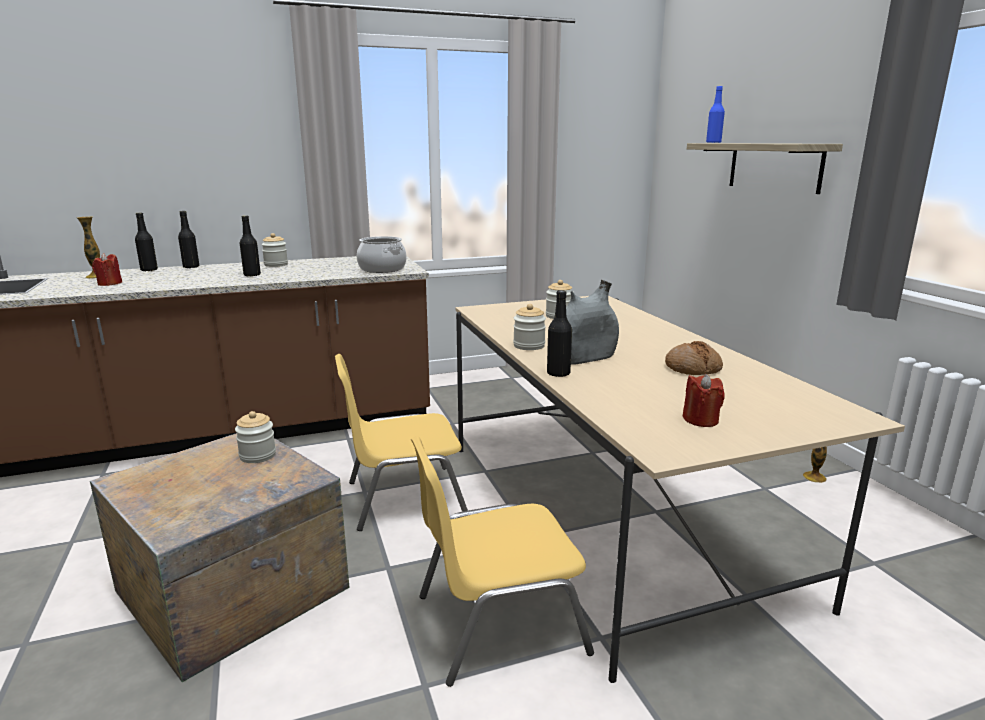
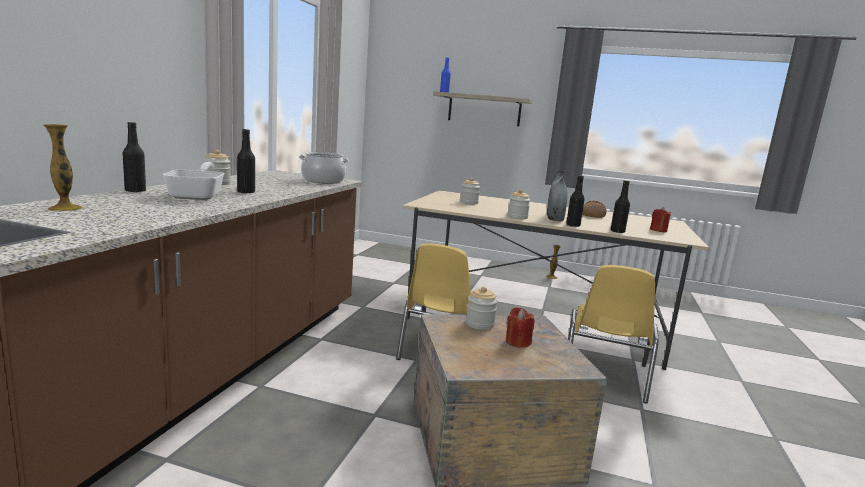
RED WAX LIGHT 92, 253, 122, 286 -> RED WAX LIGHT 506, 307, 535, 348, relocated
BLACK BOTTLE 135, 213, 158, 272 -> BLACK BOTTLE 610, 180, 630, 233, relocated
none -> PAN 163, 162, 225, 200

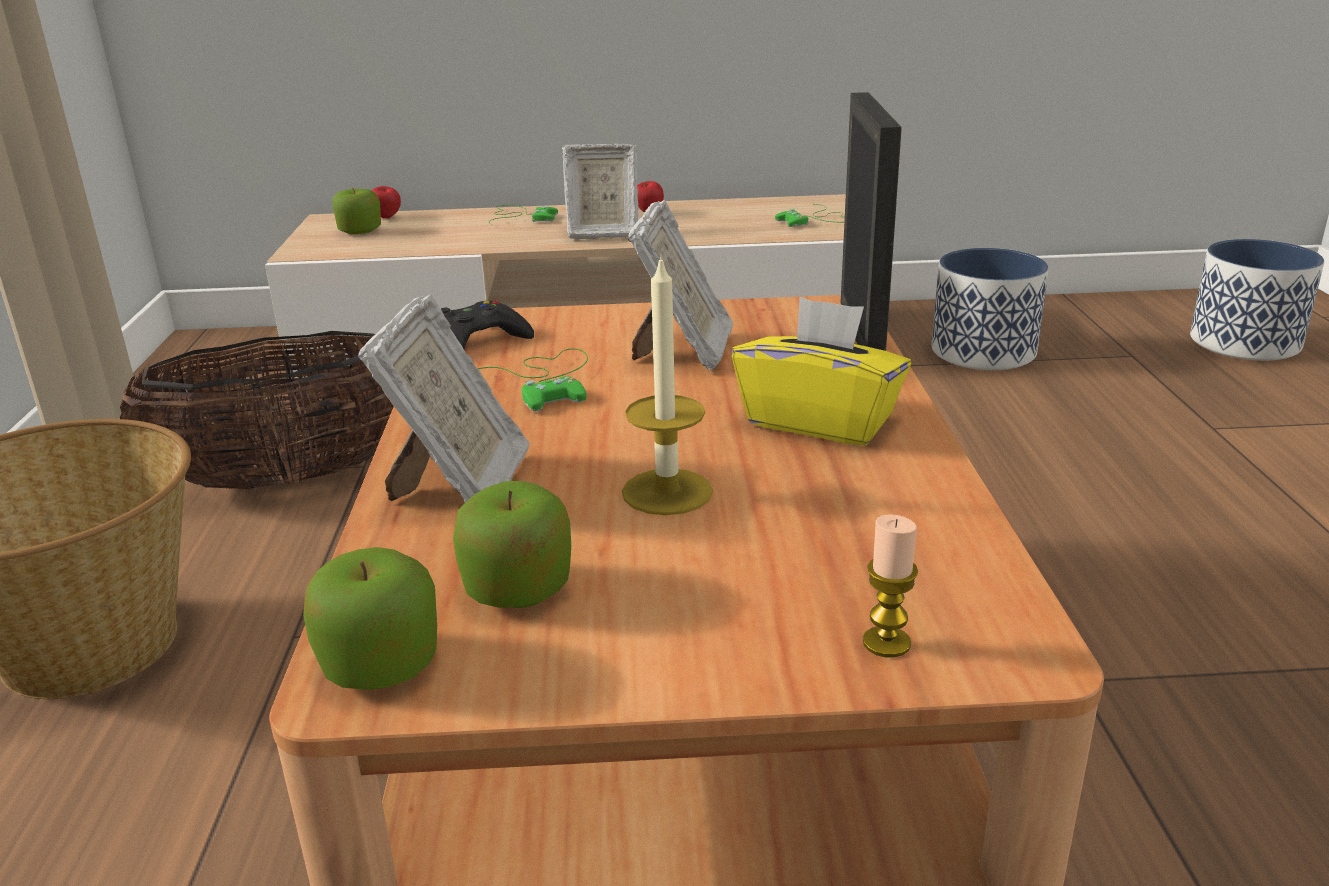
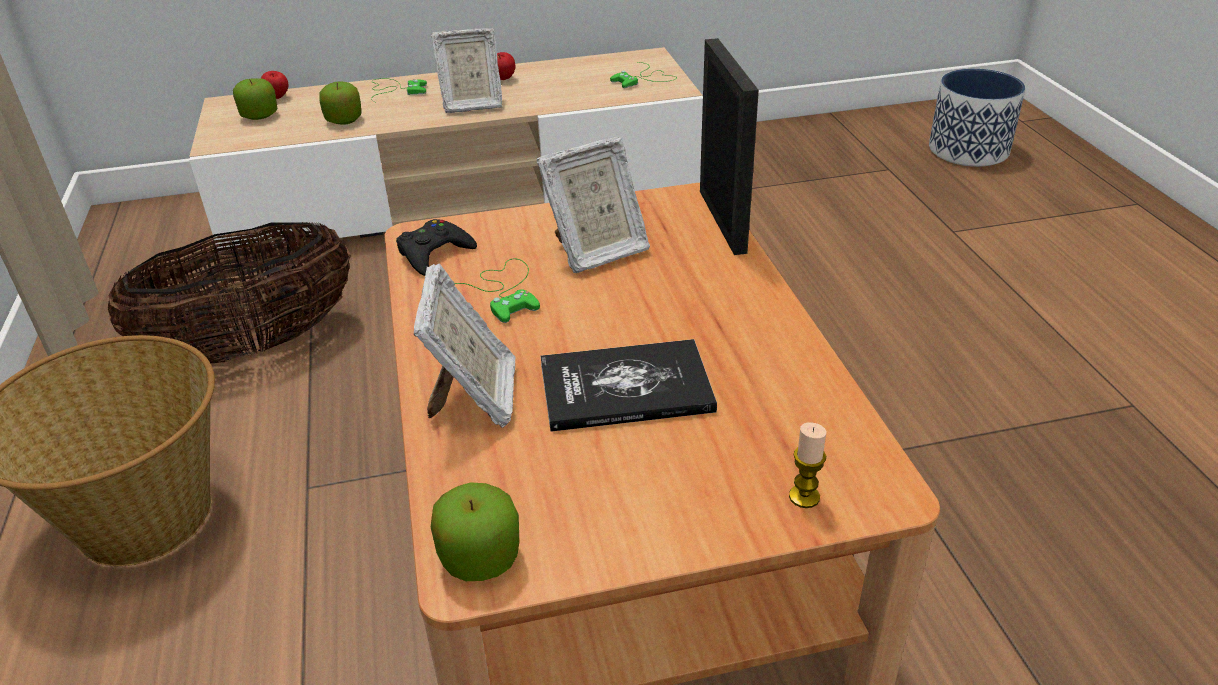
APPLE FRUIT 453, 481, 571, 608 -> APPLE FRUIT 319, 81, 361, 124, relocated
WAX LIGHT 622, 255, 713, 515 -> BOUND BOOK 540, 339, 717, 432
PICTURE FRAME 628, 200, 733, 371 -> PICTURE FRAME 536, 137, 650, 273, 60 degrees clockwise
YELLOW-COLOURED BOX OF TISSUES 732, 297, 911, 446 -> none
PLANTER 931, 248, 1048, 370 -> none

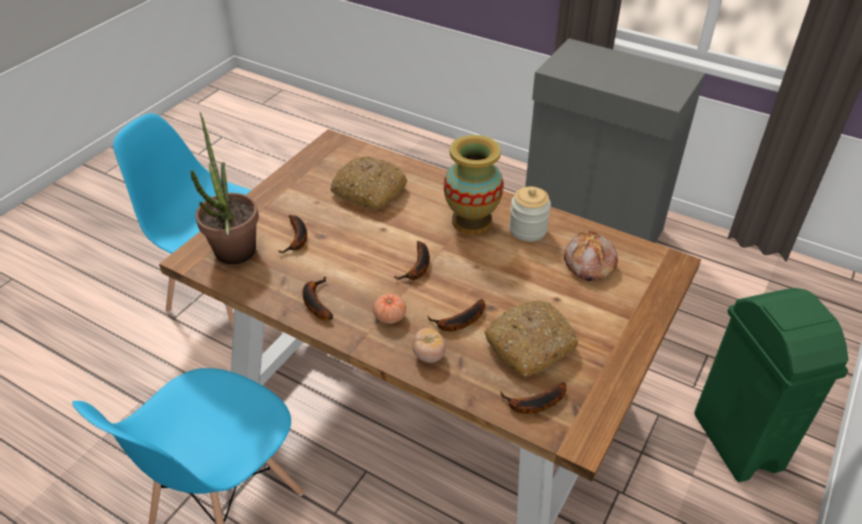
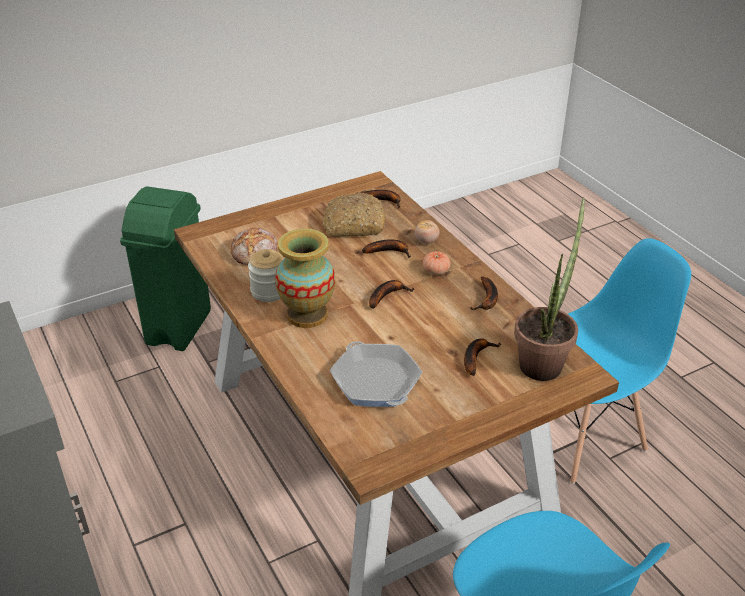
BREAD 330, 156, 407, 210 -> PAN 330, 341, 423, 407

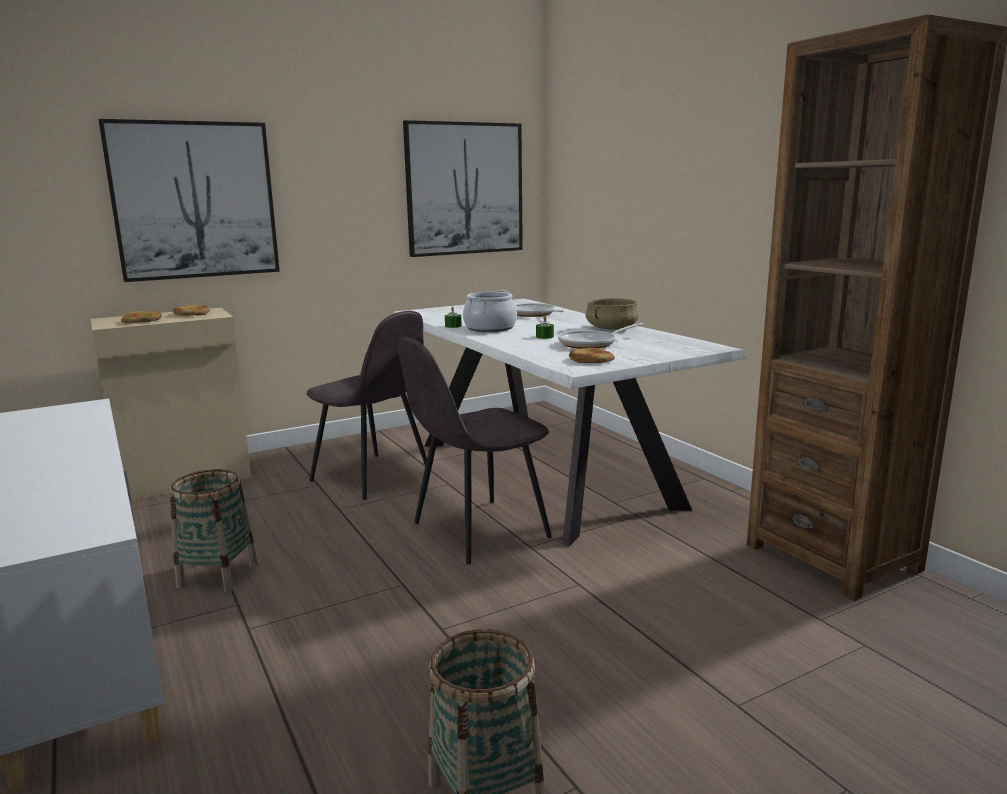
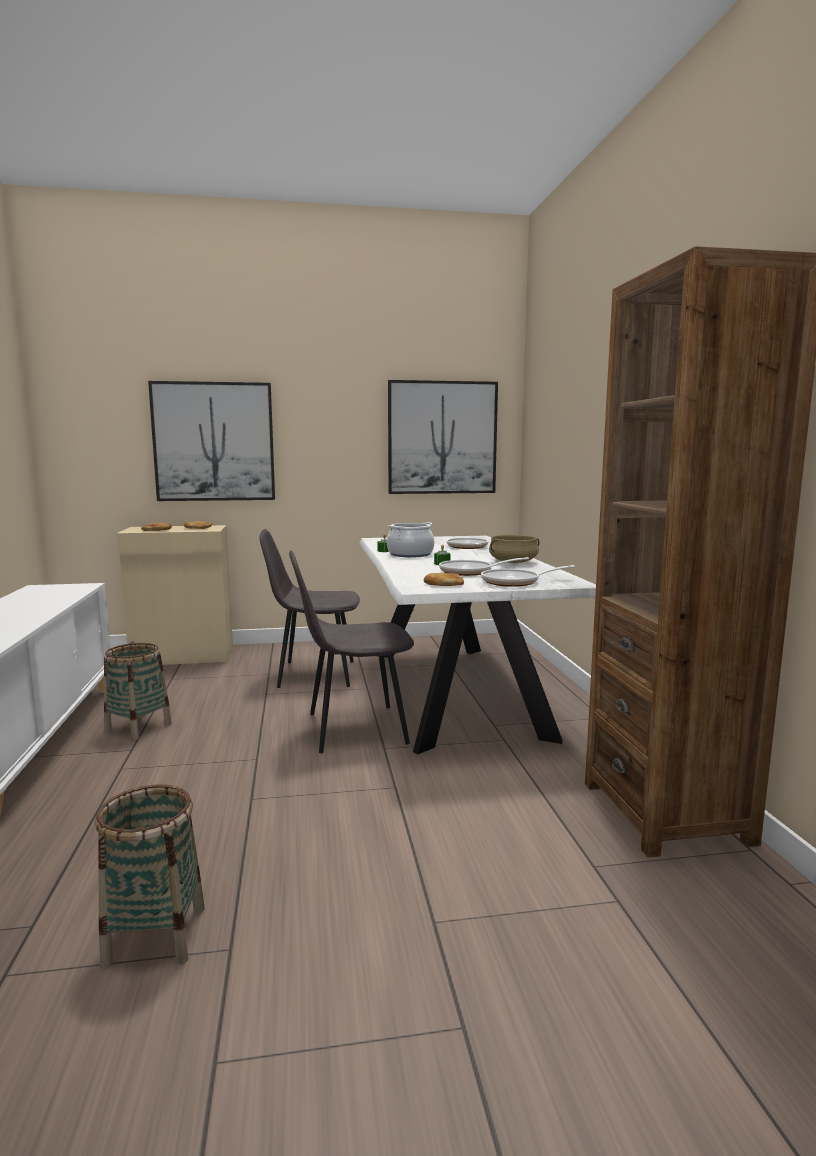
GRAY PLAIN CHAIR 306, 311, 427, 500 -> GRAY PLAIN CHAIR 260, 529, 360, 688, 120 degrees clockwise
none -> PAN 481, 565, 575, 587

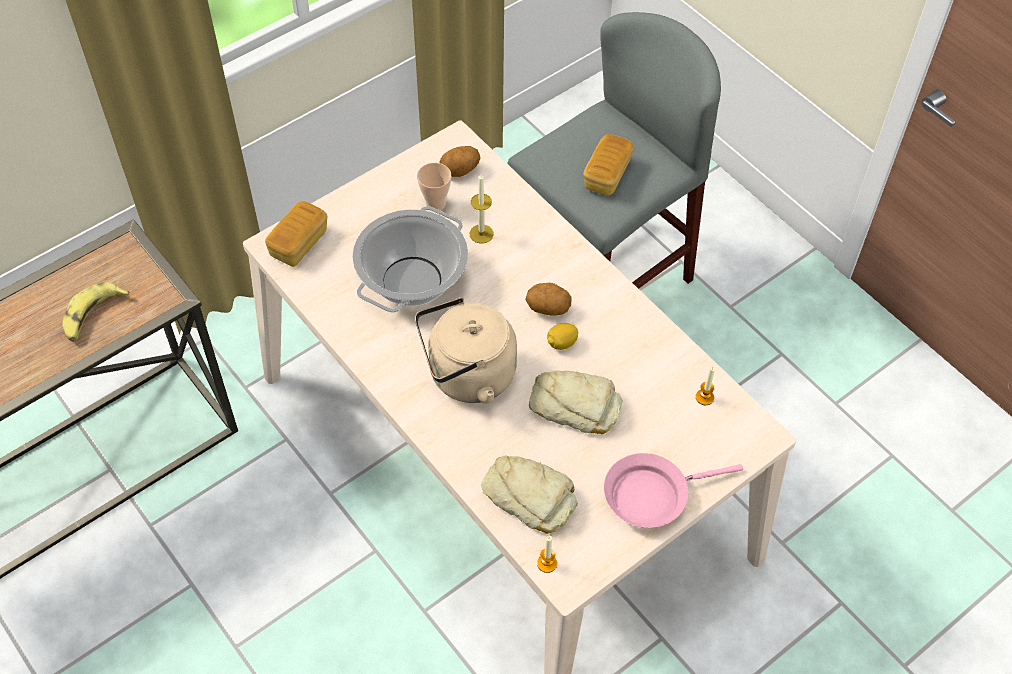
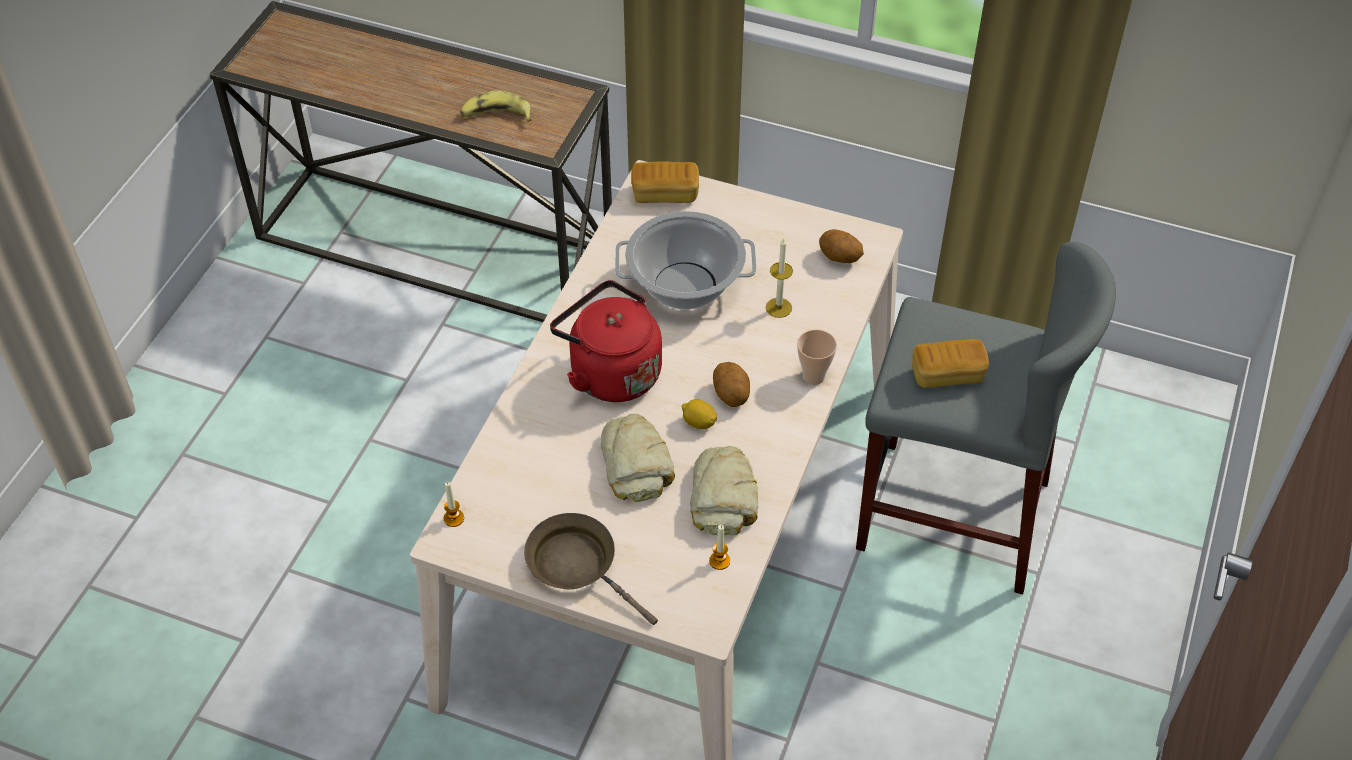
SAND-COLOURED WATER KETTLE 415, 297, 517, 404 -> RED WATER KETTLE 550, 280, 662, 402
SMALL CUP 417, 163, 451, 210 -> SMALL CUP 797, 329, 837, 385, relocated
BREAD 482, 455, 578, 534 -> BREAD 690, 446, 758, 535, relocated
PINK PAN 604, 453, 743, 528 -> BROWN-COLOURED PAN 524, 513, 658, 625

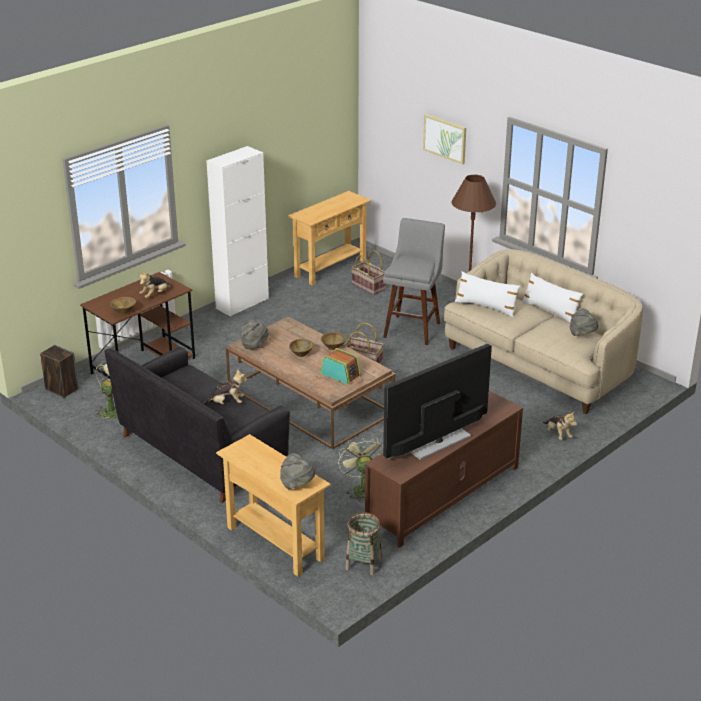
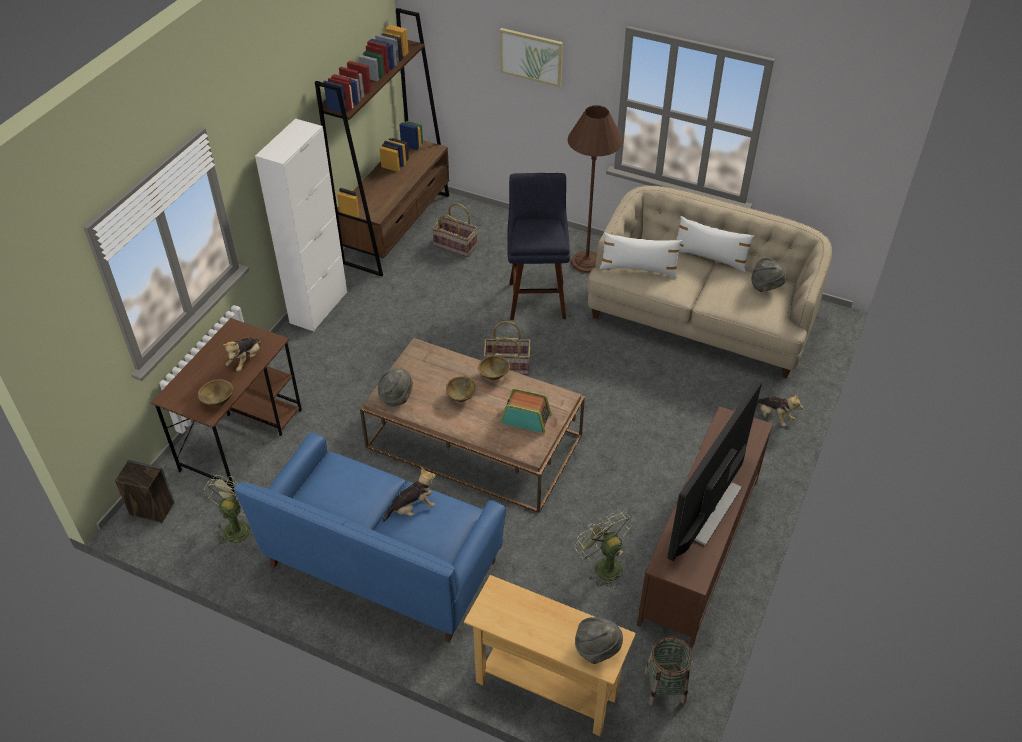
BLACK SETTEE 105, 347, 290, 503 -> BLUISH SETTEE 234, 433, 506, 642
SAND-COLOURED CONSOLE TABLE 288, 191, 371, 286 -> BROWN-COLOURED SHELVING UNIT 315, 8, 449, 276
GRAY STOOL SEAT 383, 218, 445, 345 -> BLUISH STOOL SEAT 507, 173, 570, 320

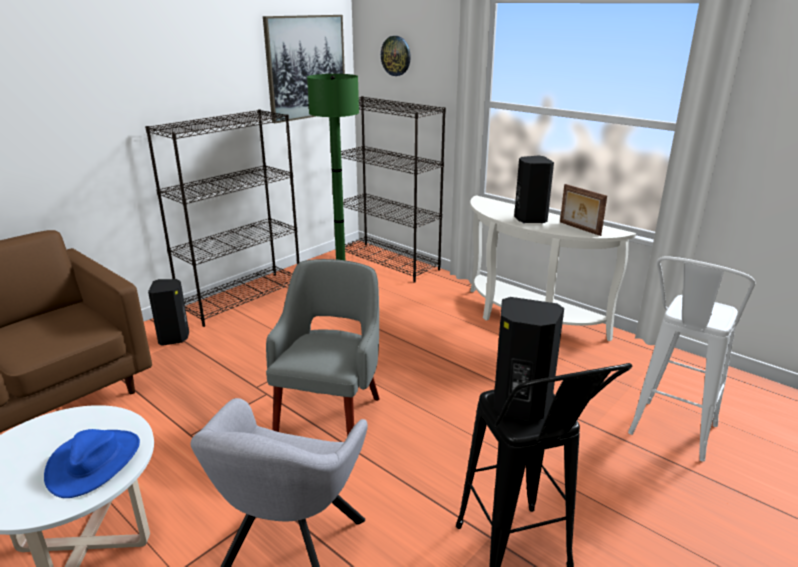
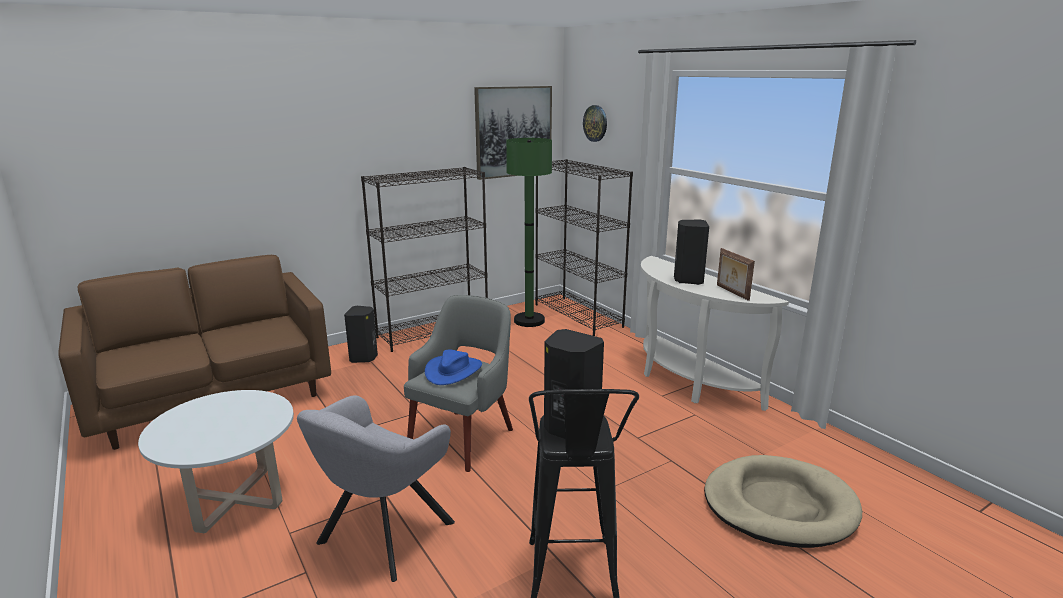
BLUISH WEARABLE HAT 44, 429, 140, 498 -> BLUISH WEARABLE HAT 425, 349, 482, 385, relocated
WHITISH STOOL SEAT 628, 256, 755, 462 -> SAND-COLOURED DOG BED 704, 455, 862, 548

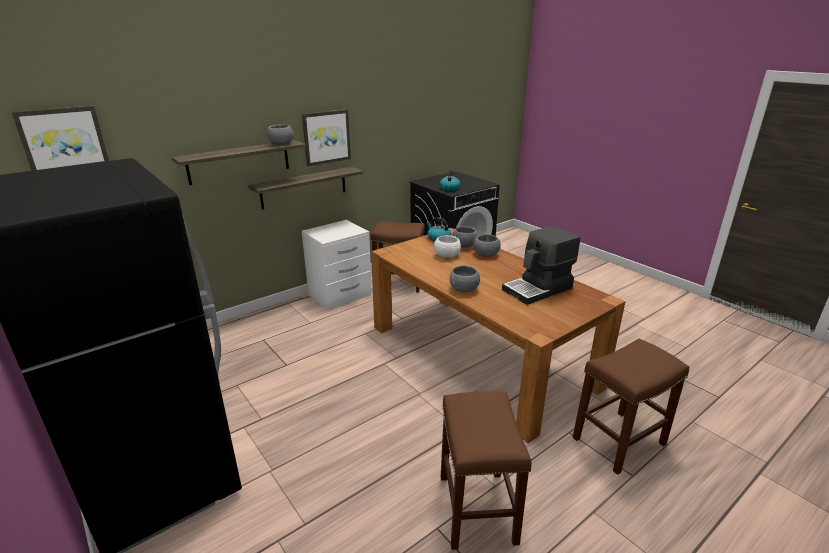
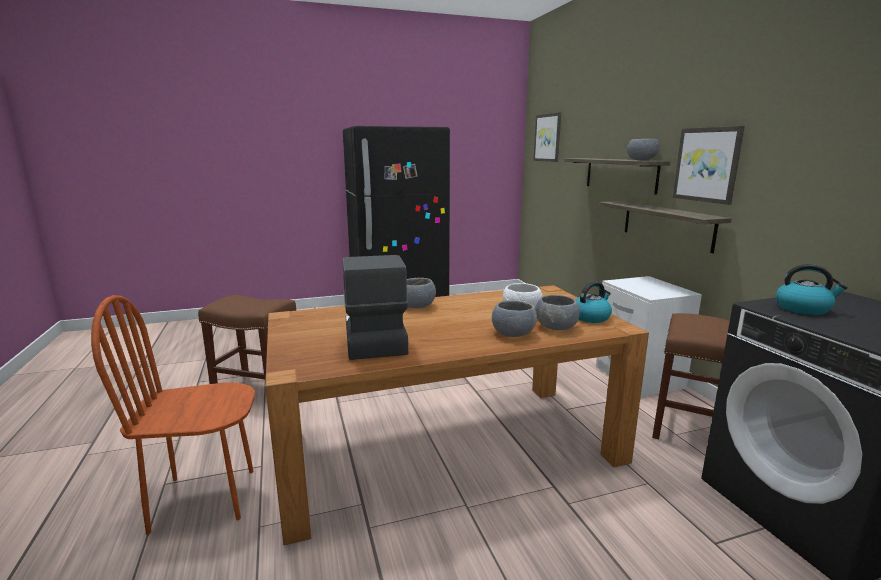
BROWN-COLOURED STOOL SEAT 573, 339, 689, 475 -> BROWN-COLOURED PLAIN CHAIR 91, 295, 255, 535

